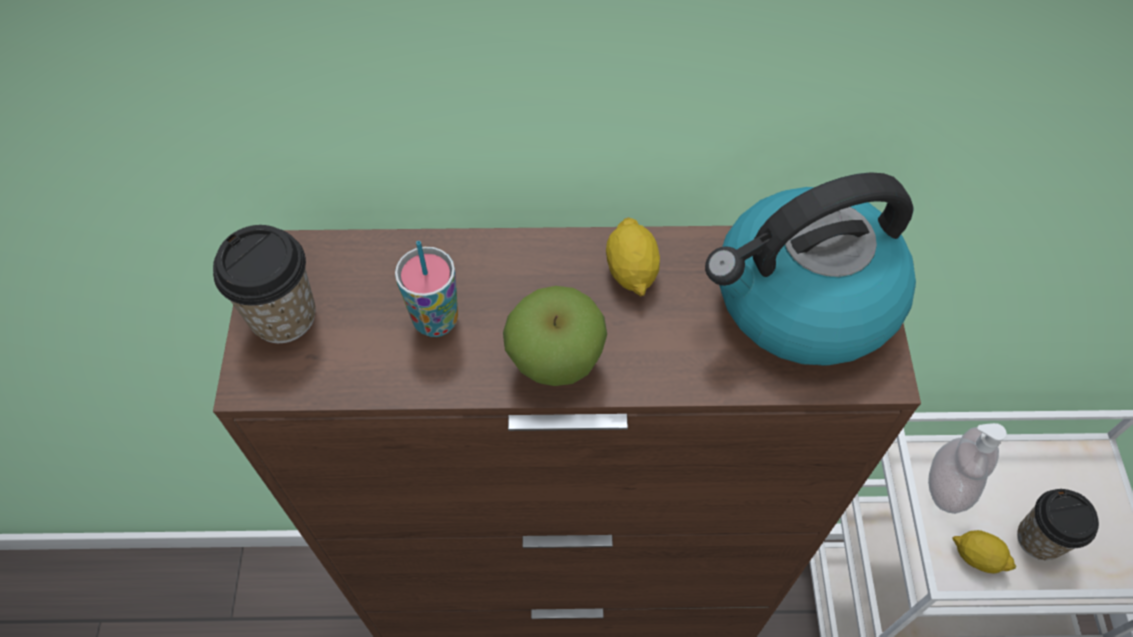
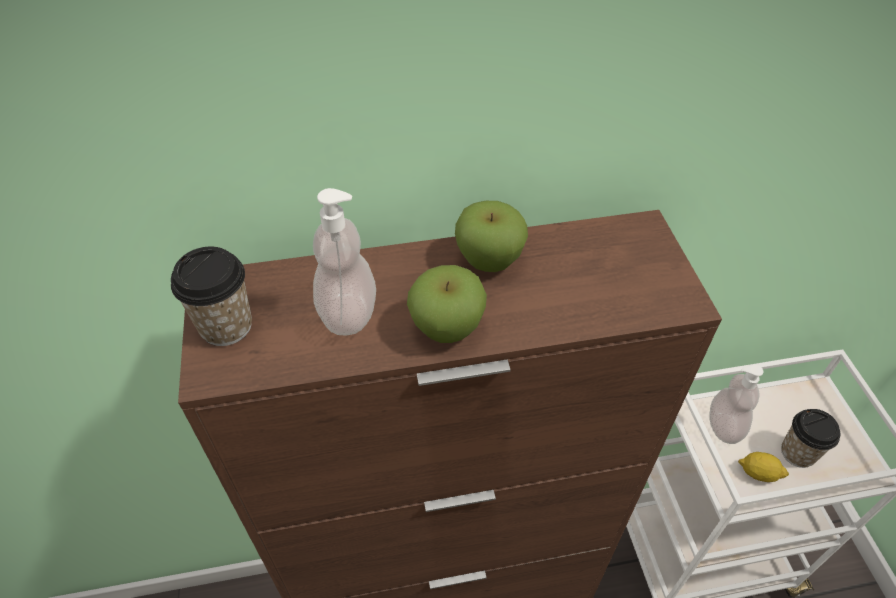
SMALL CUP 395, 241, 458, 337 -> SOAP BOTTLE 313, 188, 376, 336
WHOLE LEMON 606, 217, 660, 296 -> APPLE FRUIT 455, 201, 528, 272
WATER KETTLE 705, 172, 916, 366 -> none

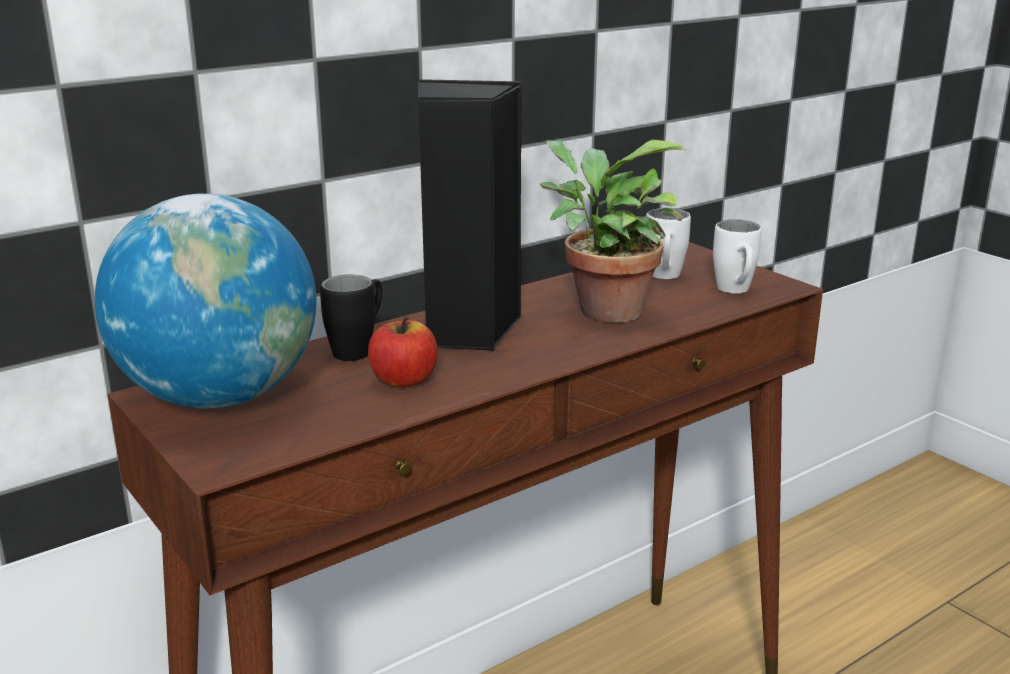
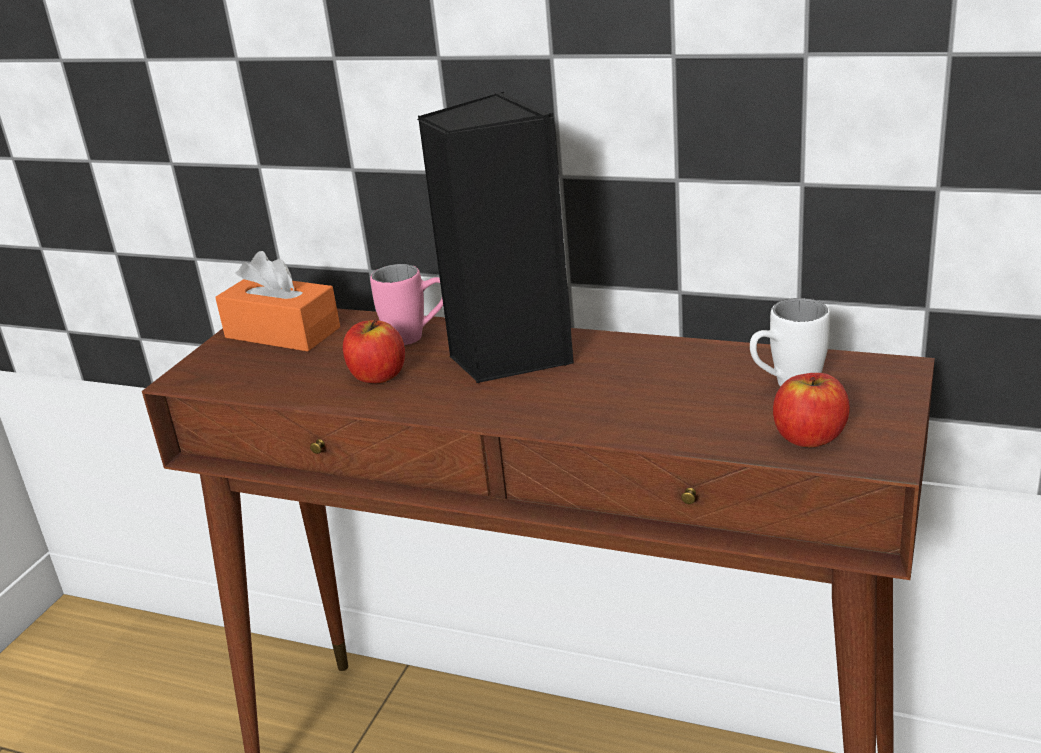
WORLD GLOBE 95, 193, 317, 408 -> ORANGE-COLOURED BOX OF TISSUES 215, 251, 340, 352
BLACK MUG 320, 275, 382, 361 -> PINK MUG 370, 264, 443, 345
HOUSEPLANT 540, 139, 687, 323 -> none
WHITISH MUG 713, 220, 762, 294 -> APPLE FRUIT 773, 373, 850, 448

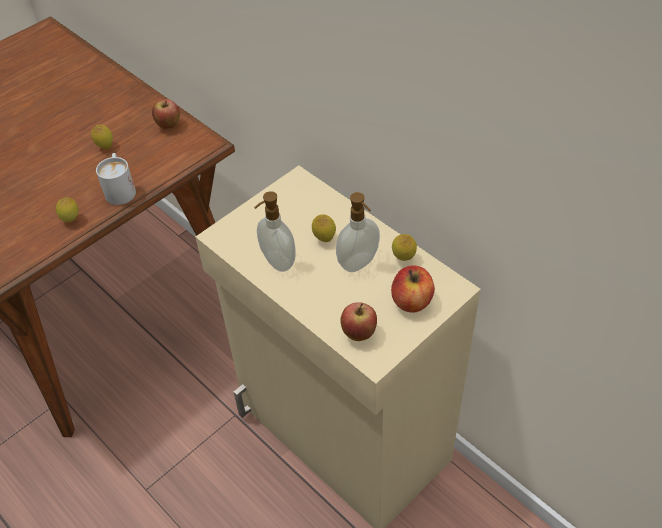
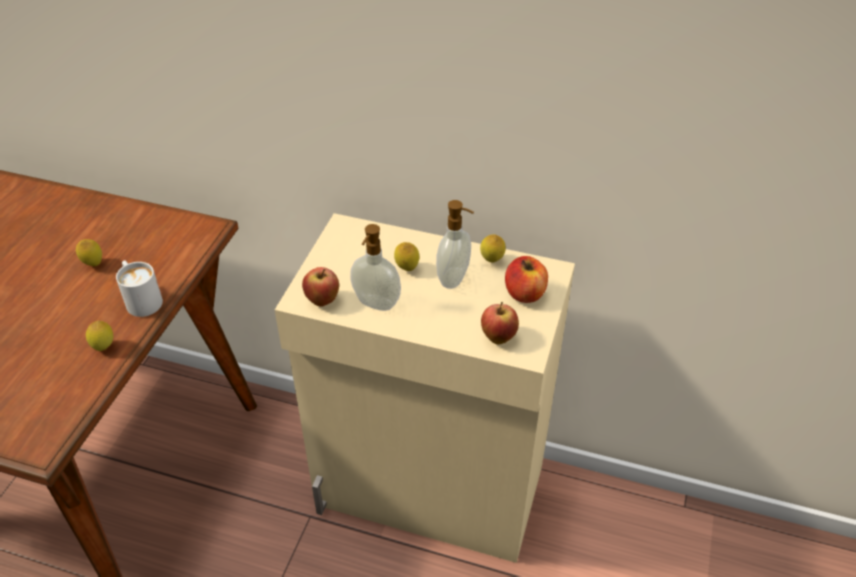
APPLE FRUIT 152, 99, 180, 129 -> APPLE FRUIT 302, 267, 339, 307, relocated

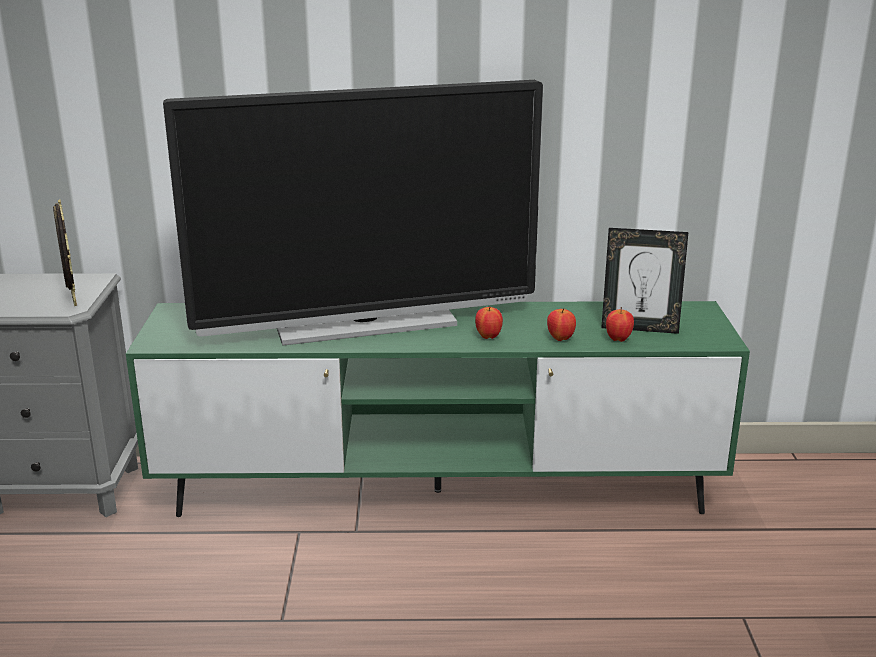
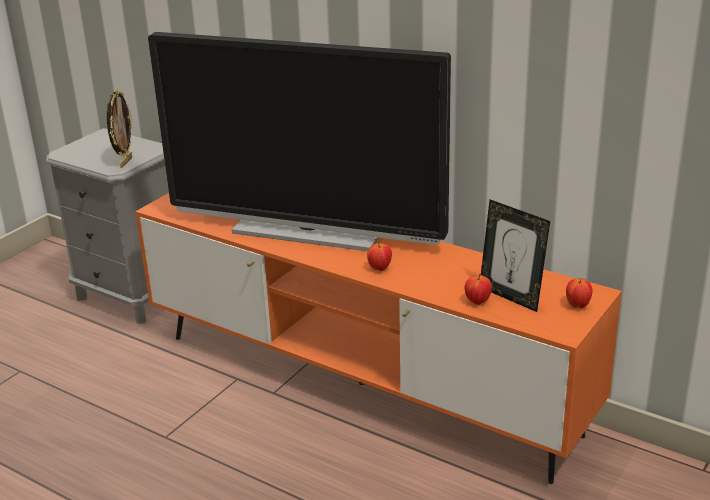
GREEN-COLOURED TV UNIT 126, 301, 750, 517 -> ORANGE-COLOURED TV UNIT 135, 193, 622, 484
APPLE FRUIT 547, 308, 576, 341 -> APPLE FRUIT 566, 278, 592, 308, relocated

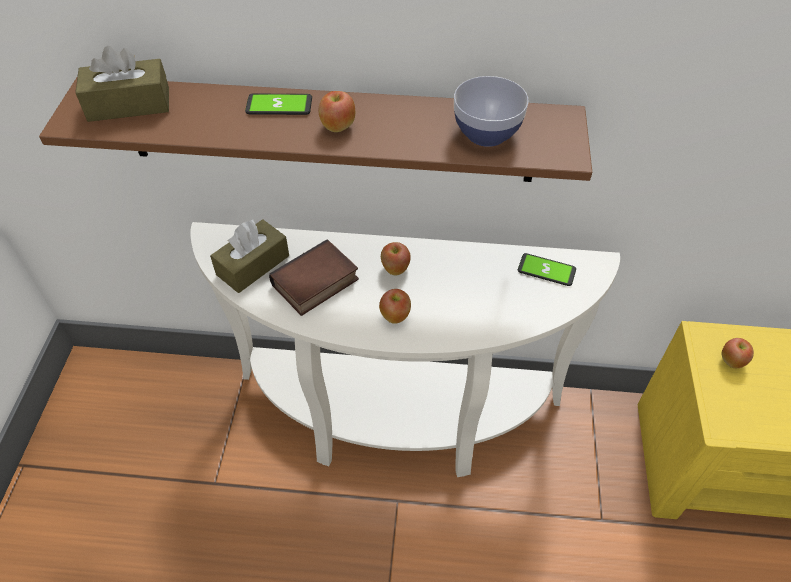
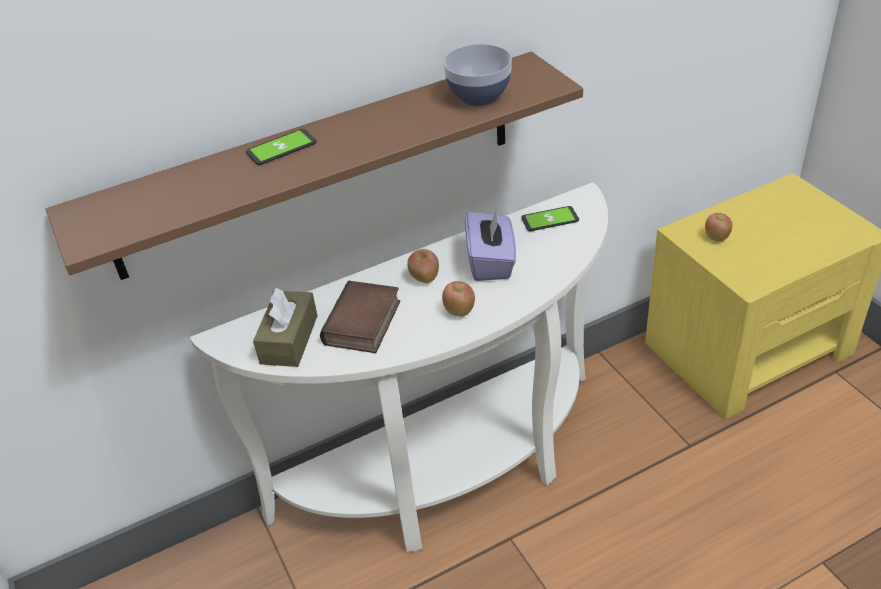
BROWN-COLOURED BOX OF TISSUES 75, 46, 169, 122 -> none
APPLE FRUIT 319, 91, 355, 132 -> none
none -> PURPLE BOX OF TISSUES 465, 209, 516, 281

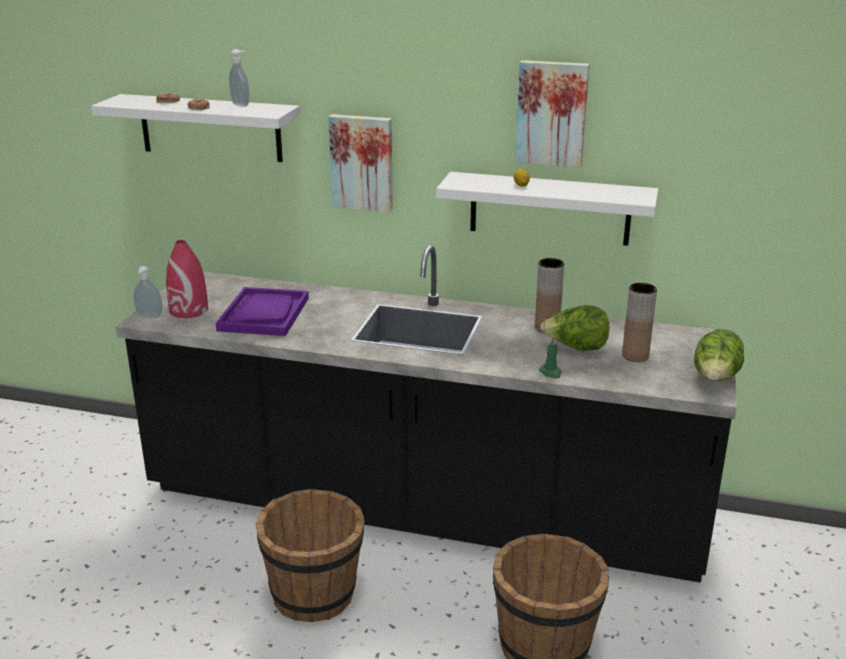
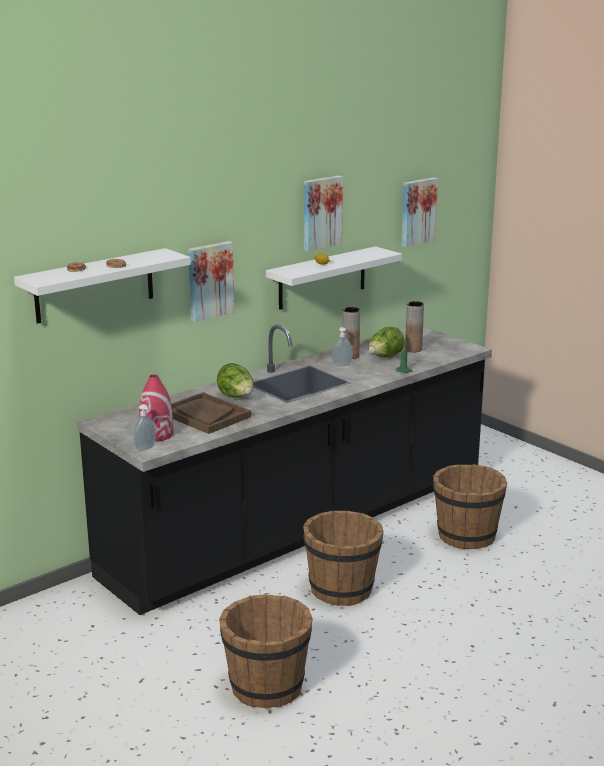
PURPLE SERVING TRAY 216, 287, 309, 336 -> BROWN-COLOURED SERVING TRAY 171, 392, 251, 434
SOAP BOTTLE 229, 49, 249, 107 -> SOAP BOTTLE 332, 327, 353, 366, relocated
LETTUCE HEAD 694, 329, 744, 381 -> LETTUCE HEAD 217, 363, 254, 398, relocated
none -> BROWN-COLOURED BUCKET 219, 594, 313, 708
none -> WALL PICTURE 401, 177, 438, 247

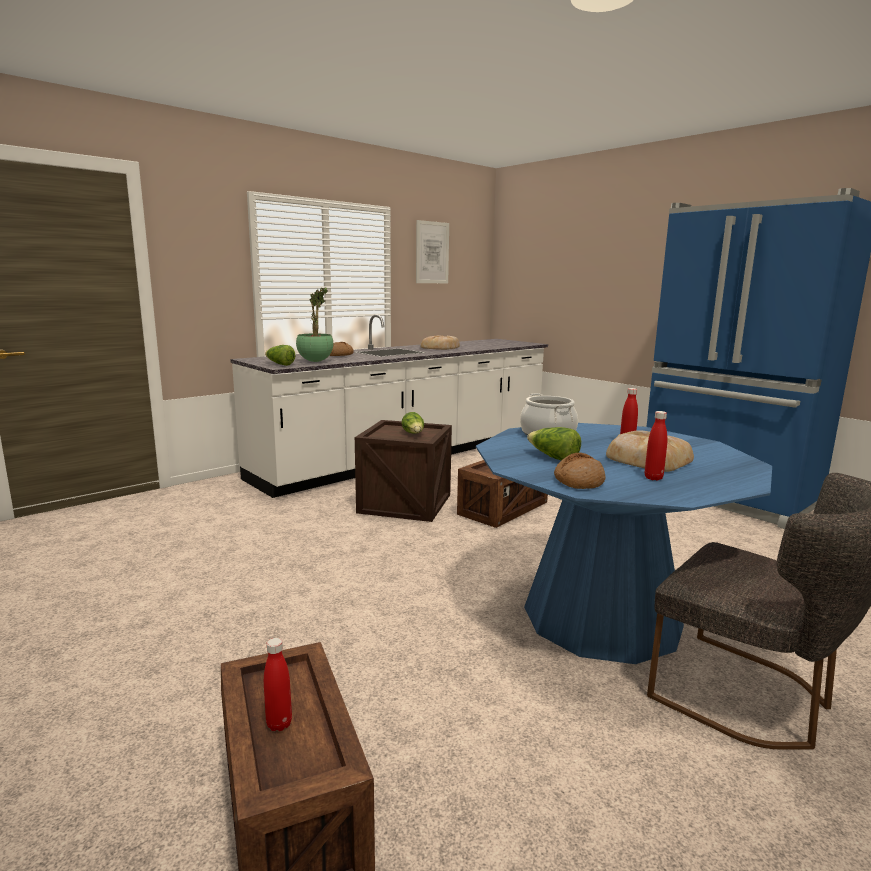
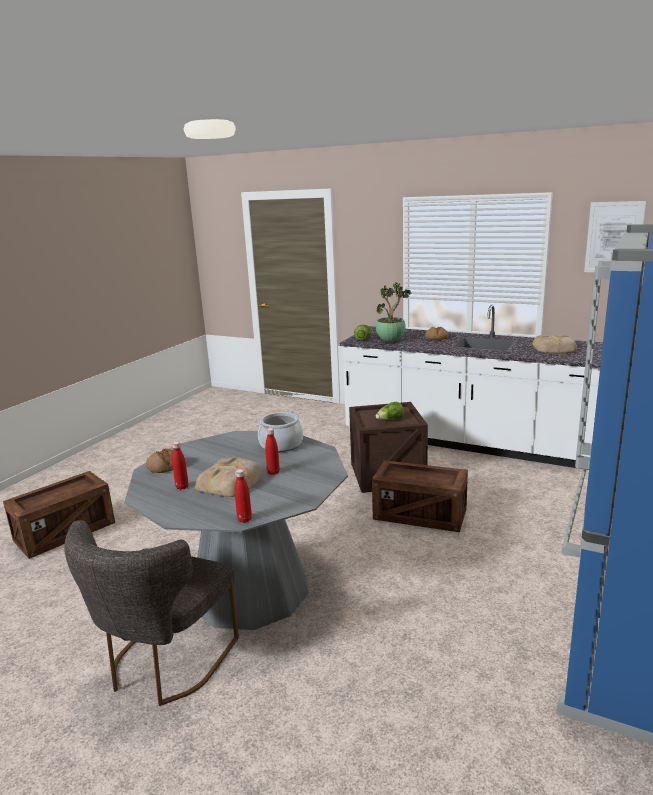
RED BOTTLE 264, 638, 292, 731 -> RED BOTTLE 235, 469, 252, 523, relocated
BLUISH KITCHEN TABLE 476, 423, 772, 664 -> GRAY KITCHEN TABLE 125, 431, 348, 630
LETTUCE HEAD 527, 427, 581, 461 -> none

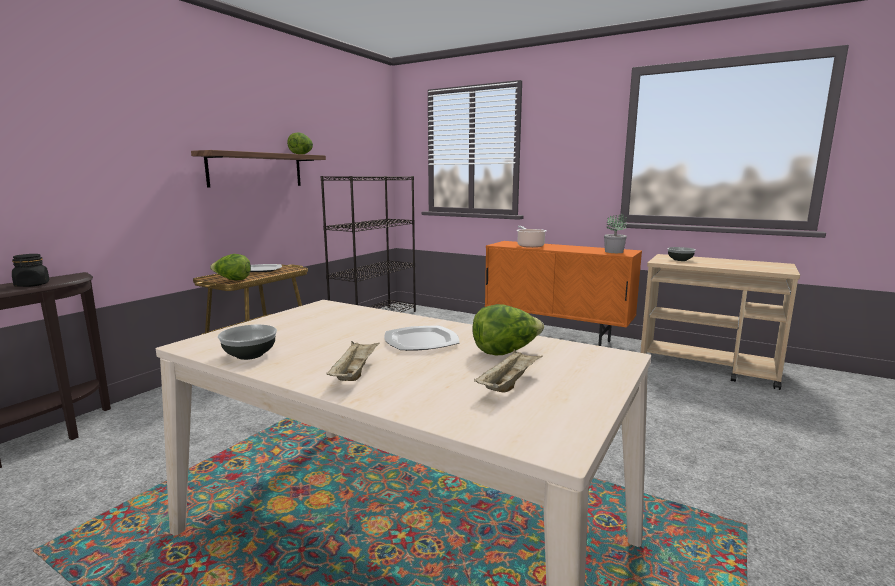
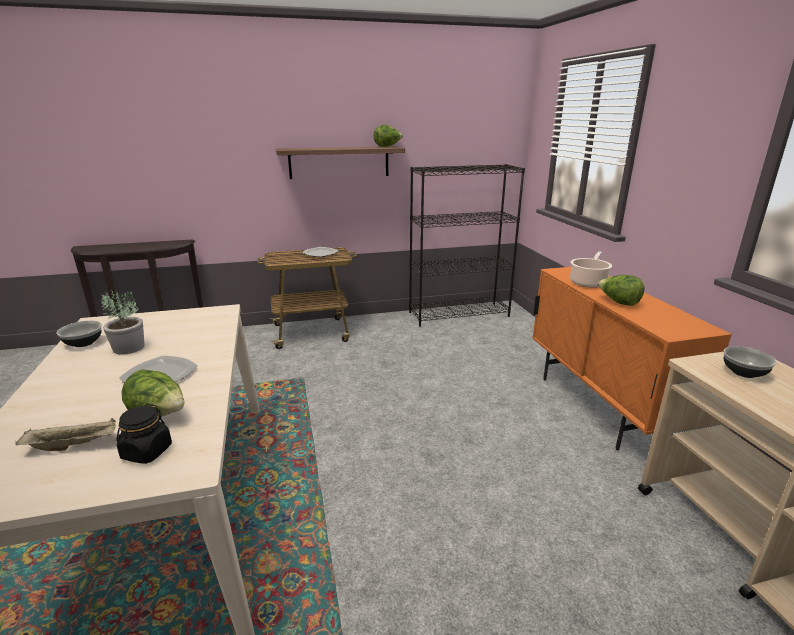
BLACK STORAGE JAR 12, 254, 49, 287 -> BLACK STORAGE JAR 116, 404, 172, 464, relocated
LETTUCE HEAD 210, 254, 251, 280 -> LETTUCE HEAD 598, 275, 644, 306, relocated
SAND-COLOURED SERVING TRAY 326, 341, 380, 381 -> none
HOUSEPLANT 604, 214, 627, 253 -> HOUSEPLANT 101, 290, 145, 354, relocated

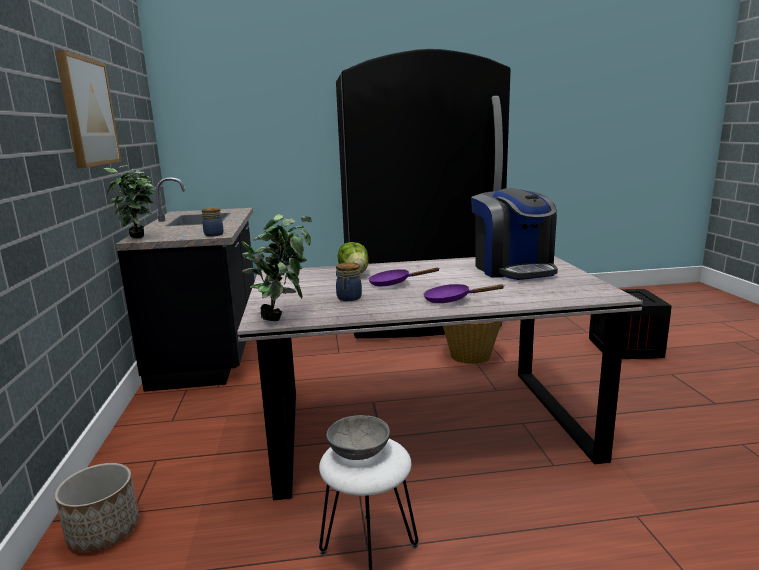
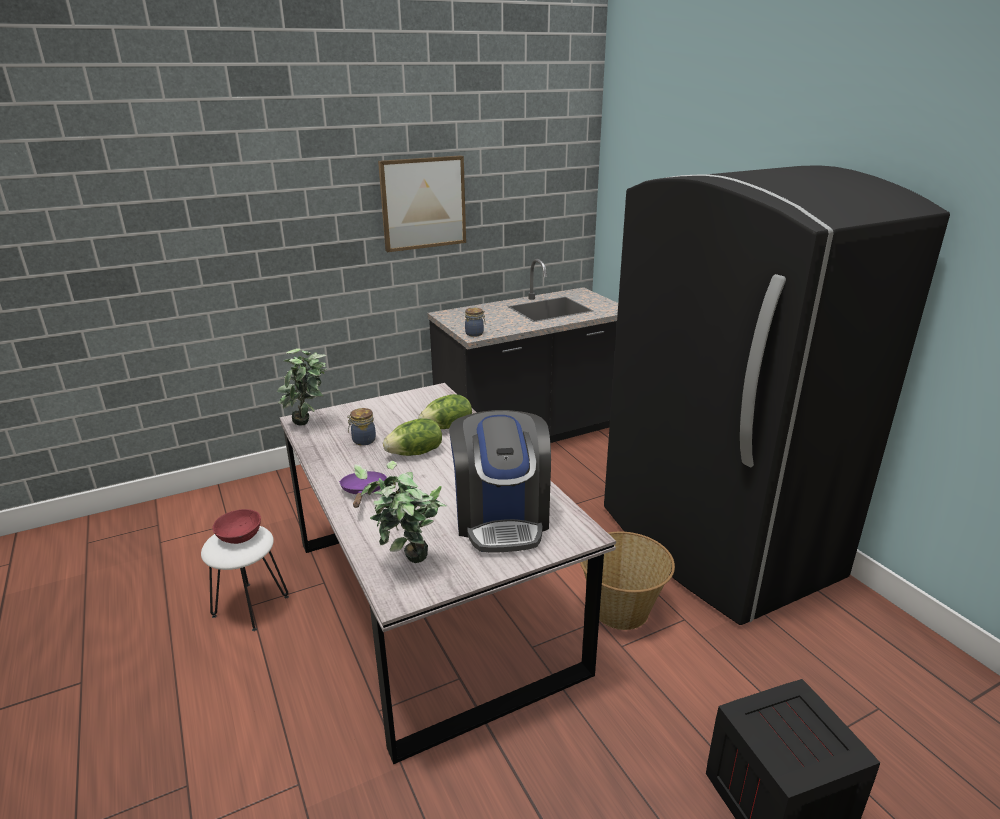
PLANTER 55, 463, 139, 552 -> none
HOUSEPLANT 104, 165, 154, 238 -> HOUSEPLANT 354, 461, 446, 563, relocated
GRAY DEEP DISH 326, 415, 390, 460 -> RED DEEP DISH 213, 509, 261, 544
PURPLE PAN 368, 267, 439, 286 -> LETTUCE HEAD 383, 418, 442, 456
COFFEE MACHINE 471, 188, 558, 280 -> COFFEE MACHINE 449, 410, 551, 553, 60 degrees counterclockwise

